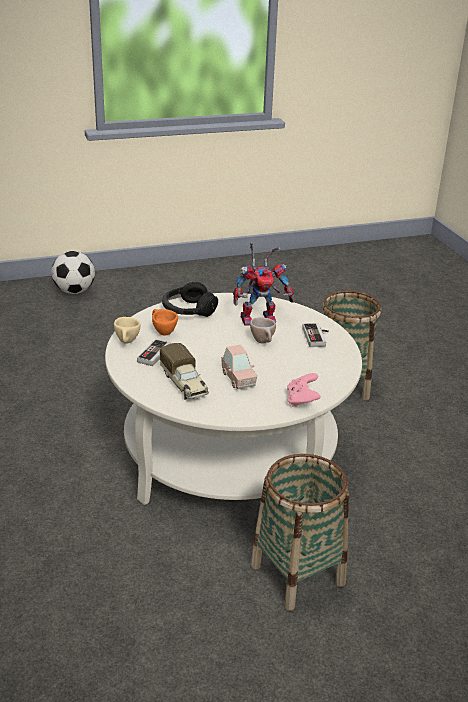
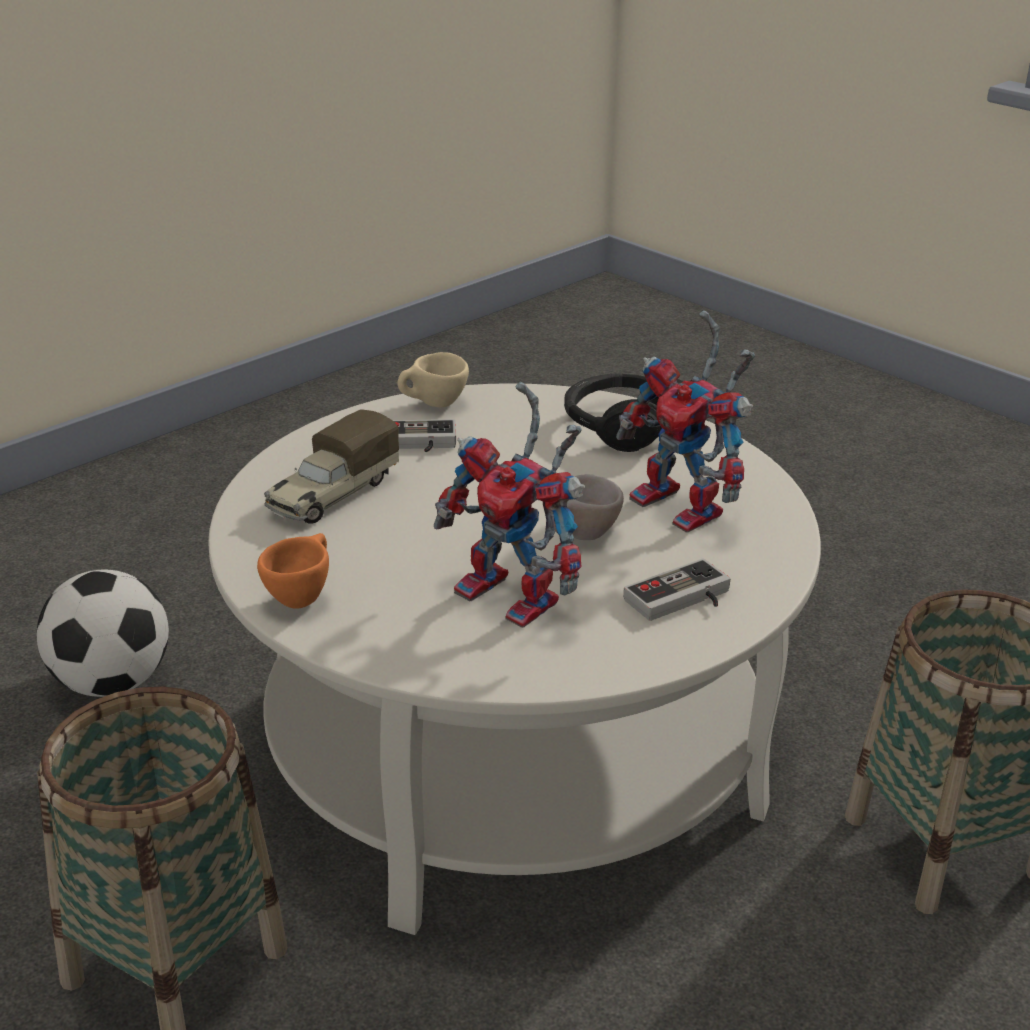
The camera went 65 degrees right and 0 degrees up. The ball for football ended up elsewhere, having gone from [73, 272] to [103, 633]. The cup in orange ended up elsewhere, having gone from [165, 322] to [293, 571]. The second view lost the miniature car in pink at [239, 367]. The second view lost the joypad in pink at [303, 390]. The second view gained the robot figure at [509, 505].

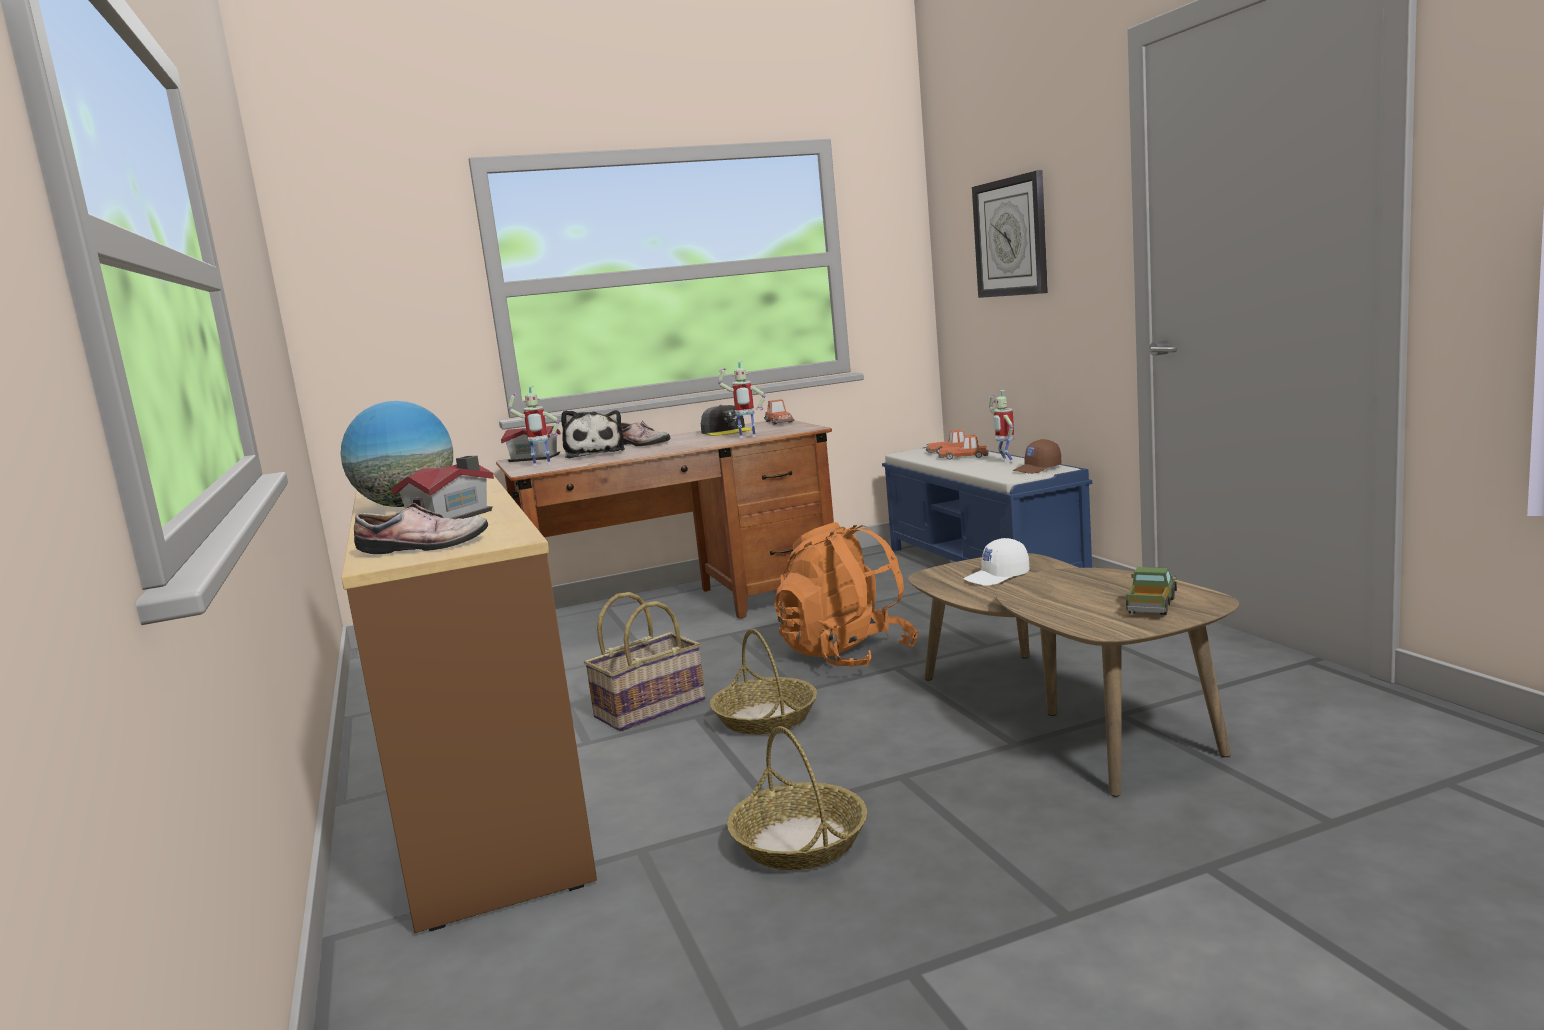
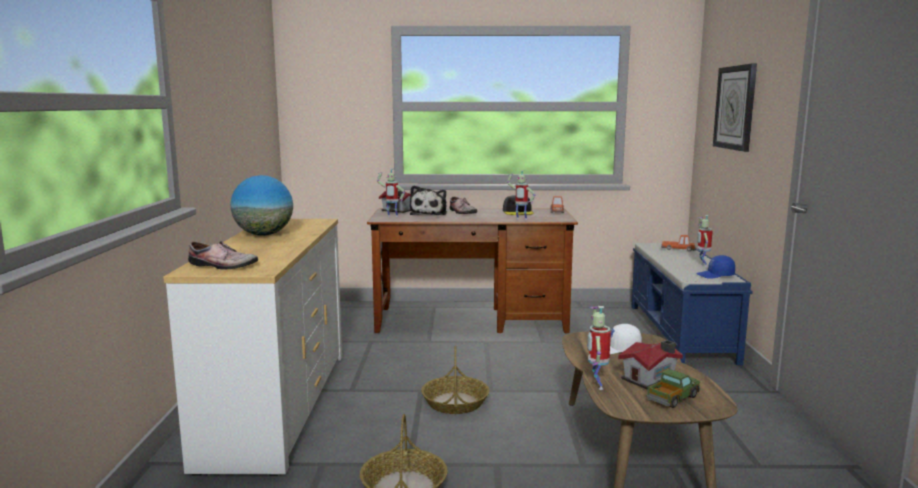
The camera went 20 degrees right and 0 degrees up. The second view lost the miniature car at [963, 447]. What was the peaked cap in brownish at [1036, 456] turned into the peaked cap in blue-coloured at [715, 267]. The toy house ended up elsewhere, having gone from [442, 487] to [650, 364]. What was the drawer chest in brownish at [469, 704] turned into the drawer chest in white at [252, 347]. The second view lost the backpack in orange at [846, 594]. The second view lost the basket at [645, 661]. The second view gained the robot figure at [599, 348].

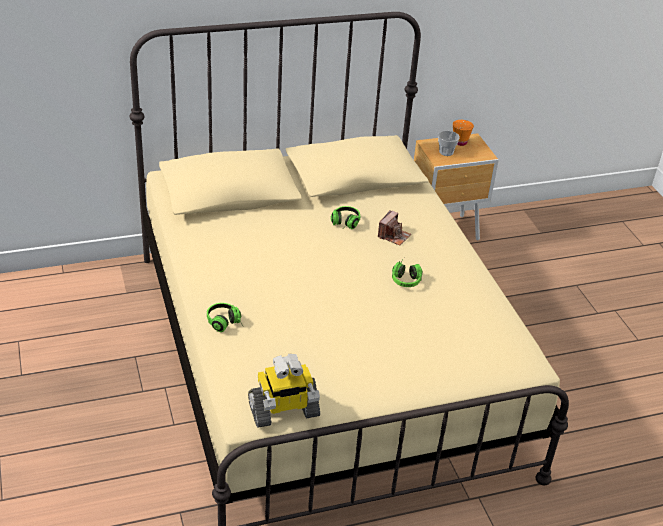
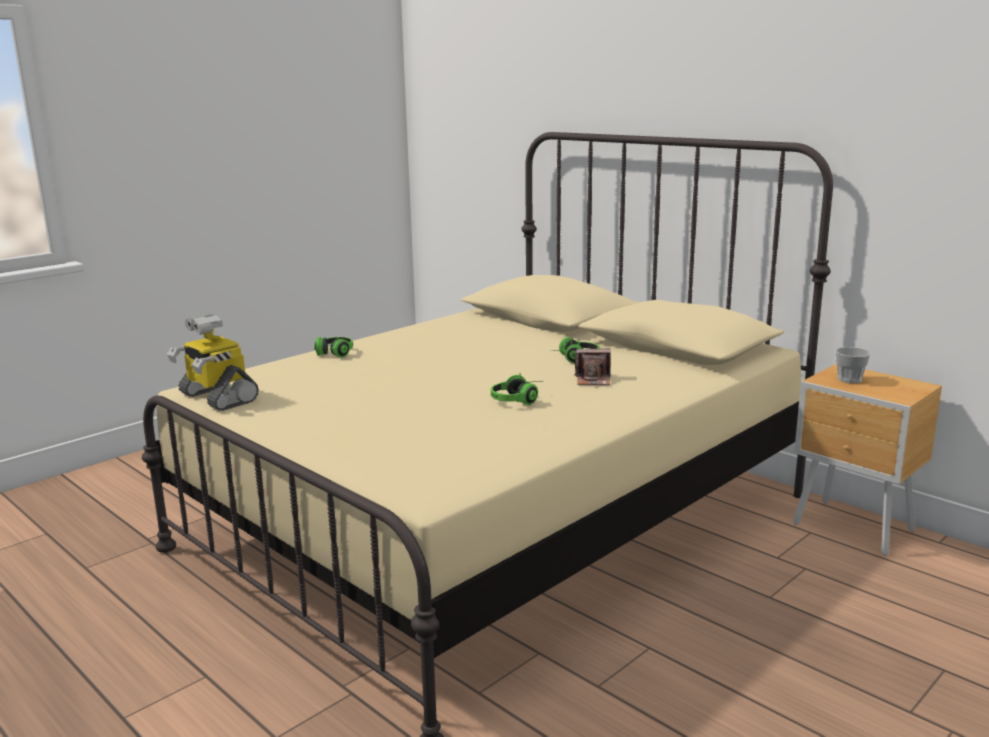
The camera went 65 degrees right and 20 degrees down. The second view lost the cup in orange at [463, 133].

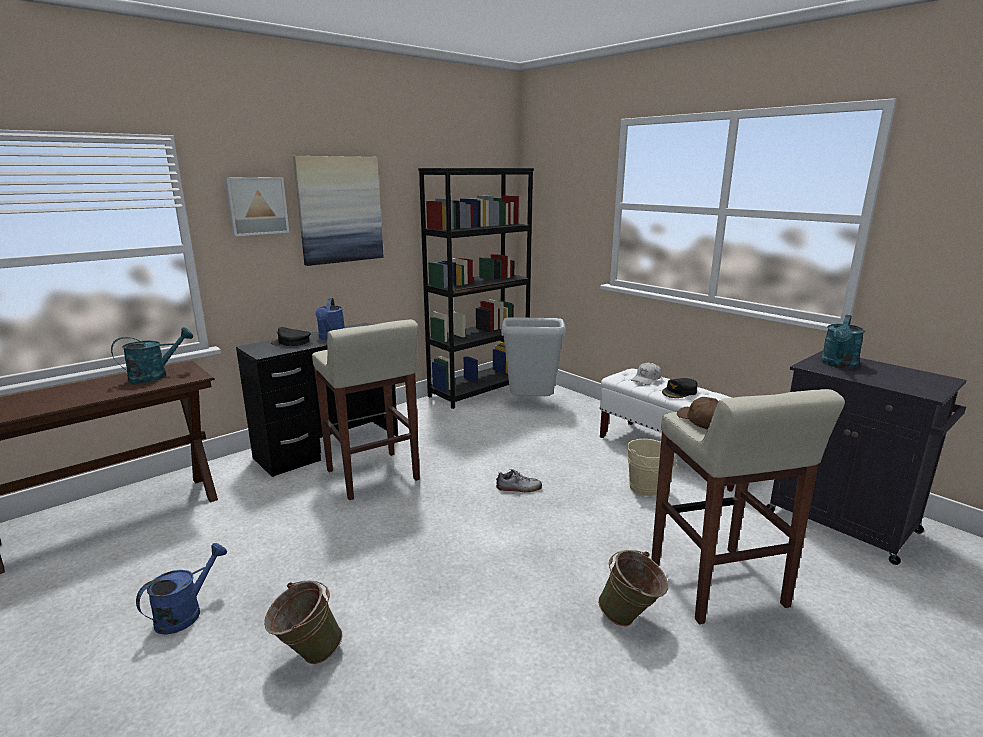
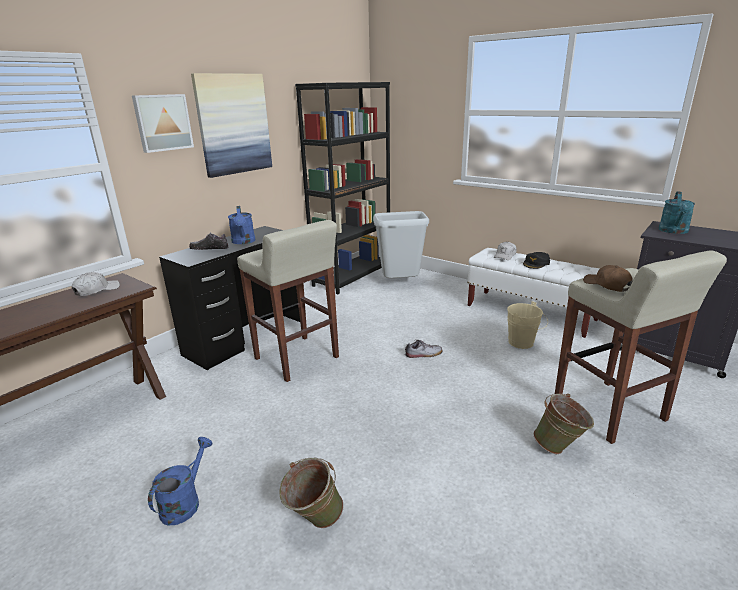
The camera went 10 degrees left and 5 degrees up. Where the watering pot in turquoise-coloured stood at [152, 355], the peaked cap in white came to stand at [96, 284]. Where the peaked cap in black stood at [291, 336], the shoe came to stand at [209, 241].

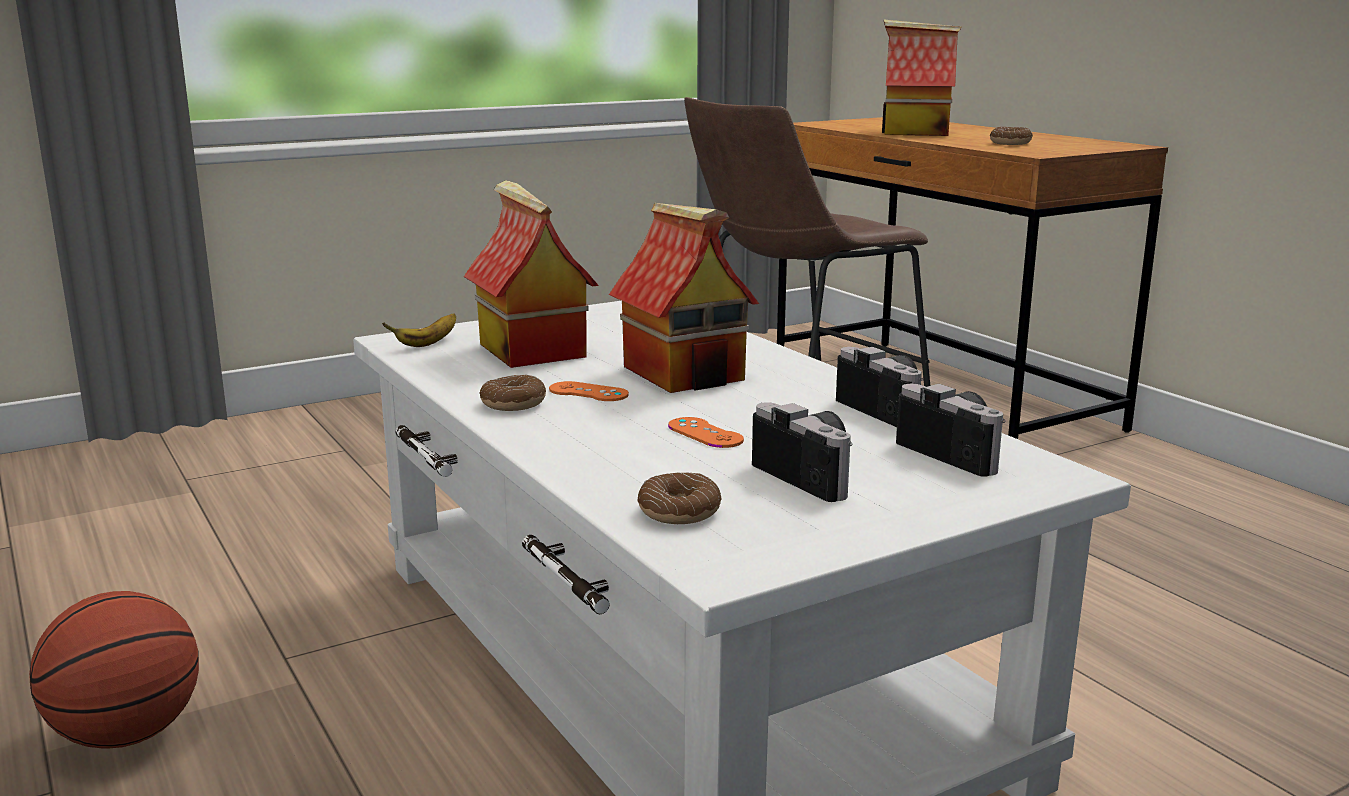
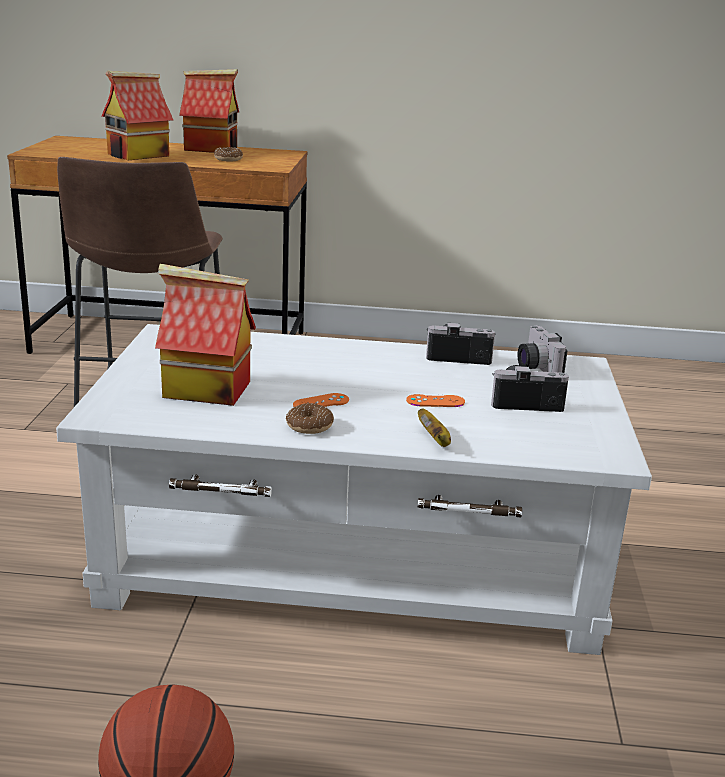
The camera went 55 degrees left and 5 degrees up. The toy house ended up elsewhere, having gone from [684, 298] to [209, 111]. The banana fruit ended up elsewhere, having gone from [419, 330] to [434, 428]. The still camera at [951, 430] ended up facing another way, 105 degrees counterclockwise from before. The second view lost the ring doughnut at [679, 498].

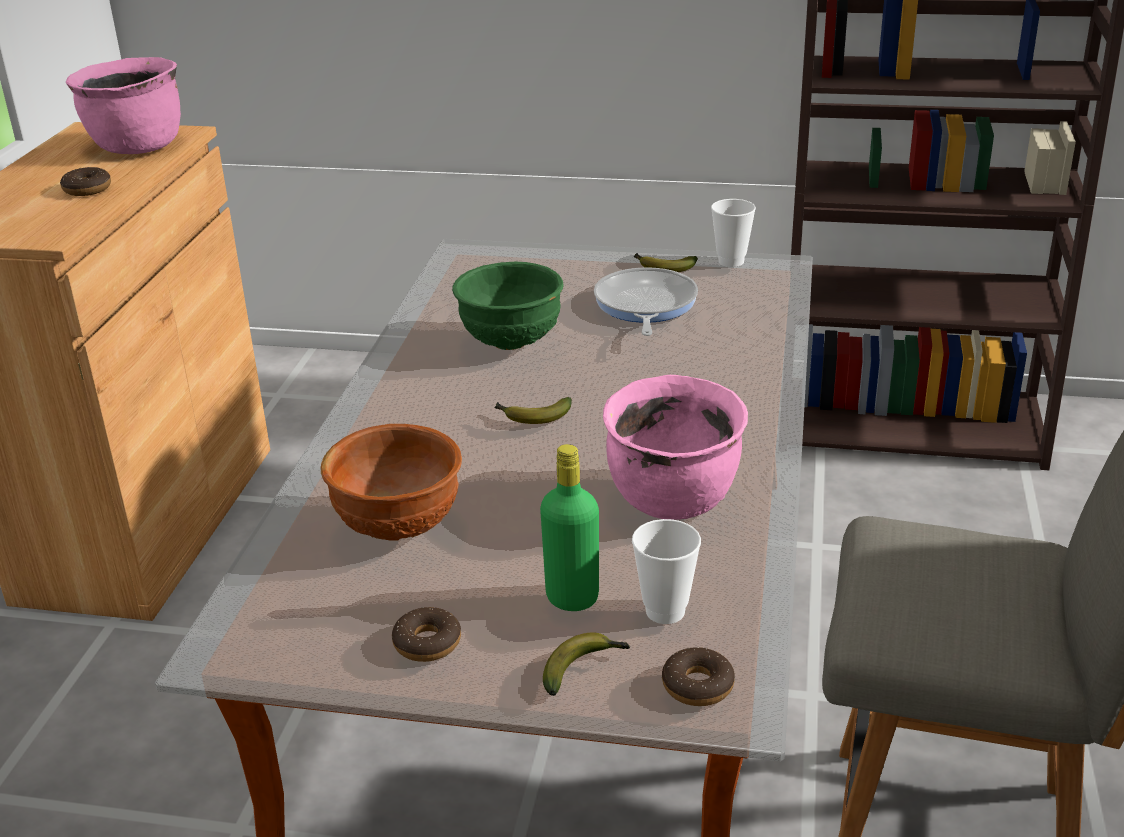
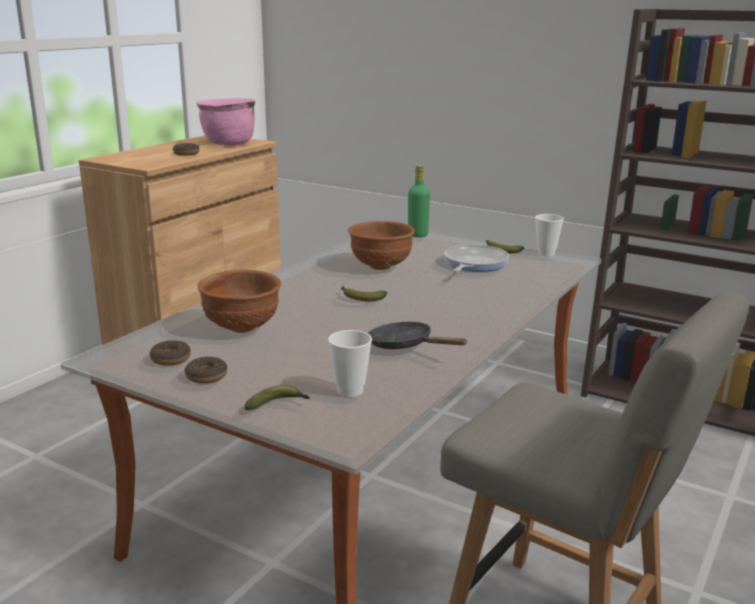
The camera went 20 degrees right and 10 degrees down. What was the serving bowl in green-coloured at [508, 306] turned into the serving bowl in brownish at [381, 245]. Where the cooking pot in pink stood at [675, 447], the skillet in black came to stand at [417, 335]. The bottle in green-coloured ended up elsewhere, having gone from [569, 527] to [419, 201]. The ring doughnut ended up elsewhere, having gone from [698, 676] to [170, 353].

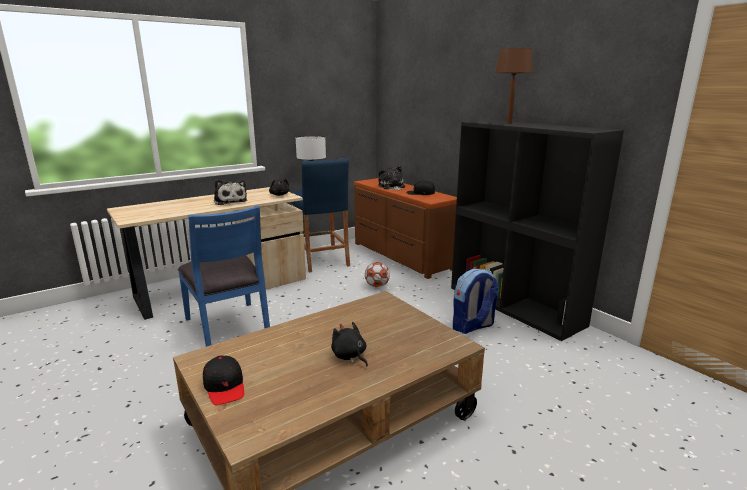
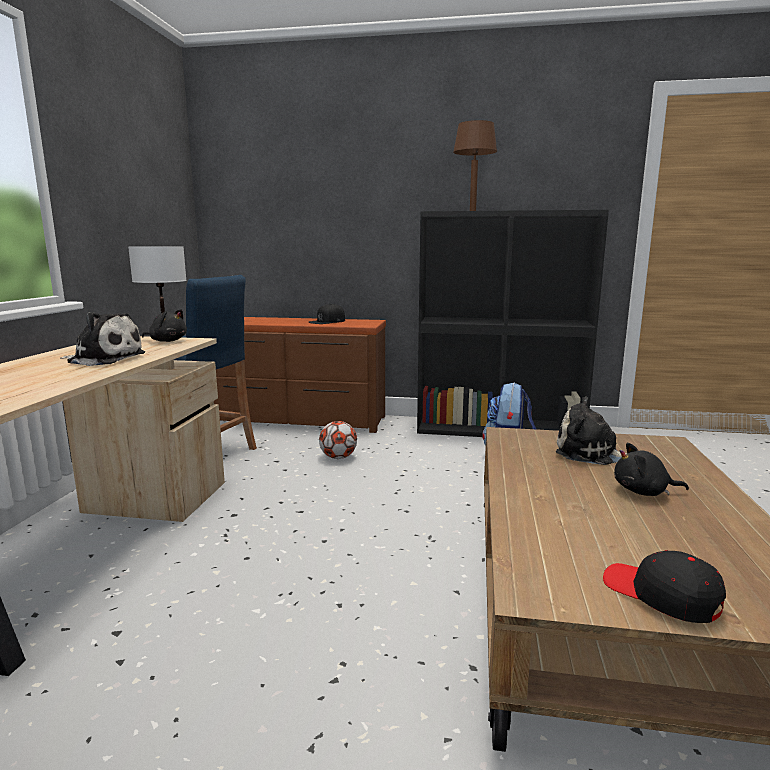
The camera went 45 degrees left and 5 degrees down. The plush toy ended up elsewhere, having gone from [391, 178] to [591, 431]. The second view lost the upright chair in blue-coloured at [224, 276]. The peaked cap in black at [223, 380] ended up facing another way, 150 degrees counterclockwise from before.

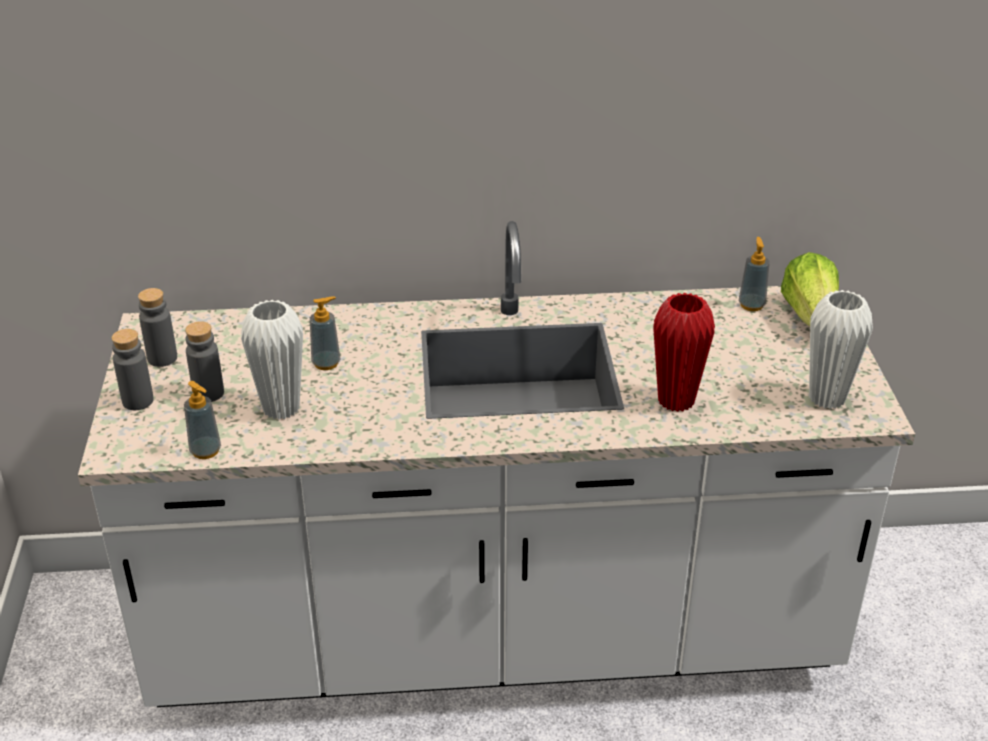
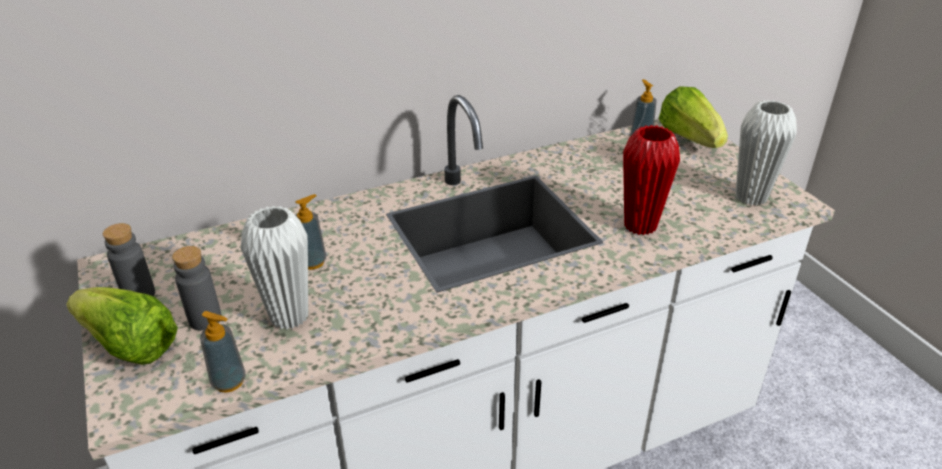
The camera went 20 degrees left and 0 degrees up. Where the bottle in gray stood at [133, 369], the lettuce head came to stand at [122, 326].

